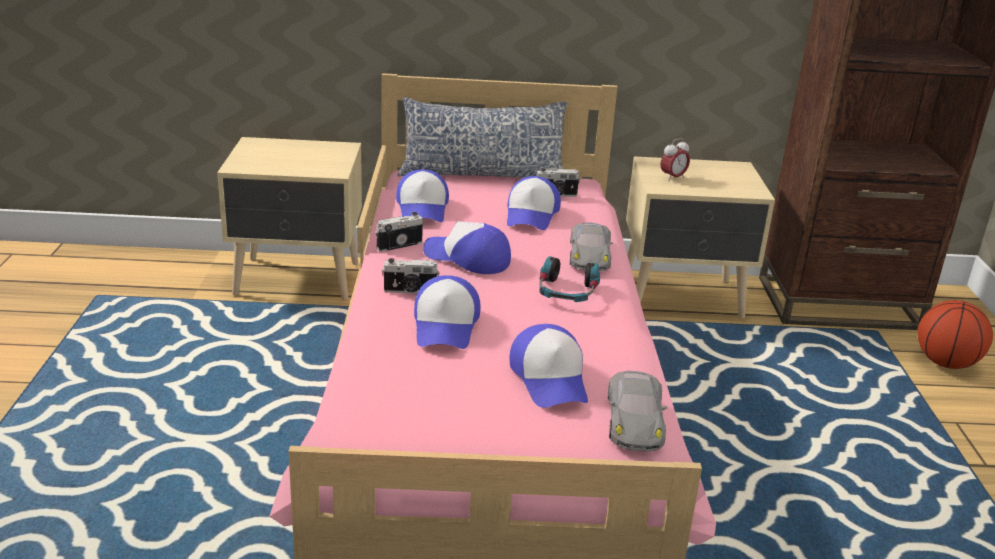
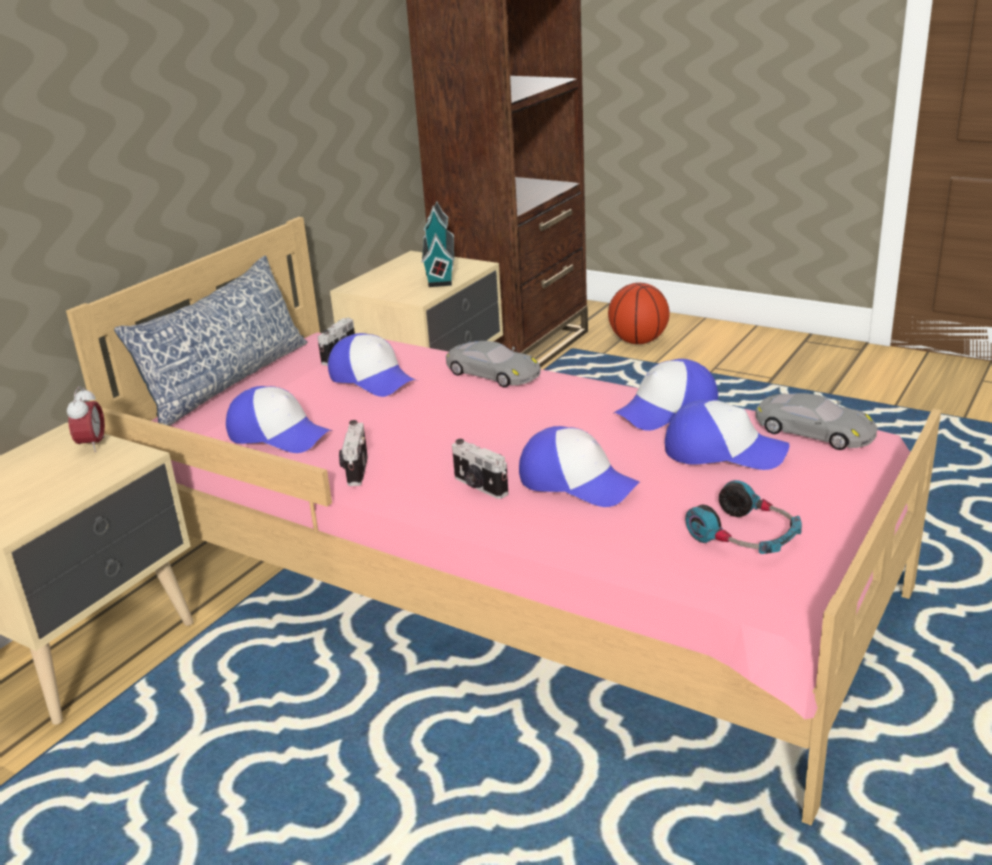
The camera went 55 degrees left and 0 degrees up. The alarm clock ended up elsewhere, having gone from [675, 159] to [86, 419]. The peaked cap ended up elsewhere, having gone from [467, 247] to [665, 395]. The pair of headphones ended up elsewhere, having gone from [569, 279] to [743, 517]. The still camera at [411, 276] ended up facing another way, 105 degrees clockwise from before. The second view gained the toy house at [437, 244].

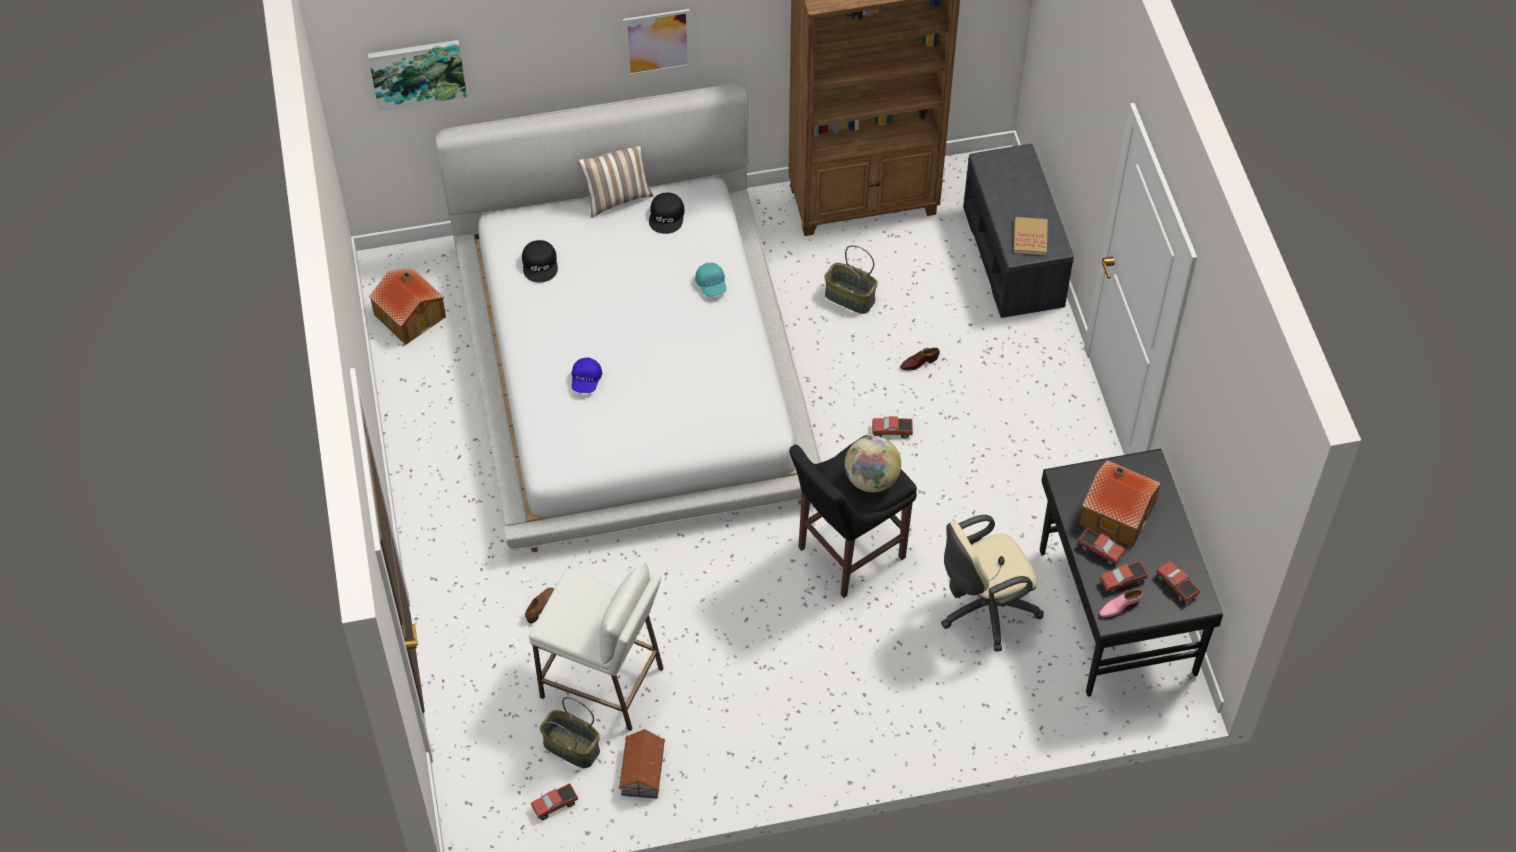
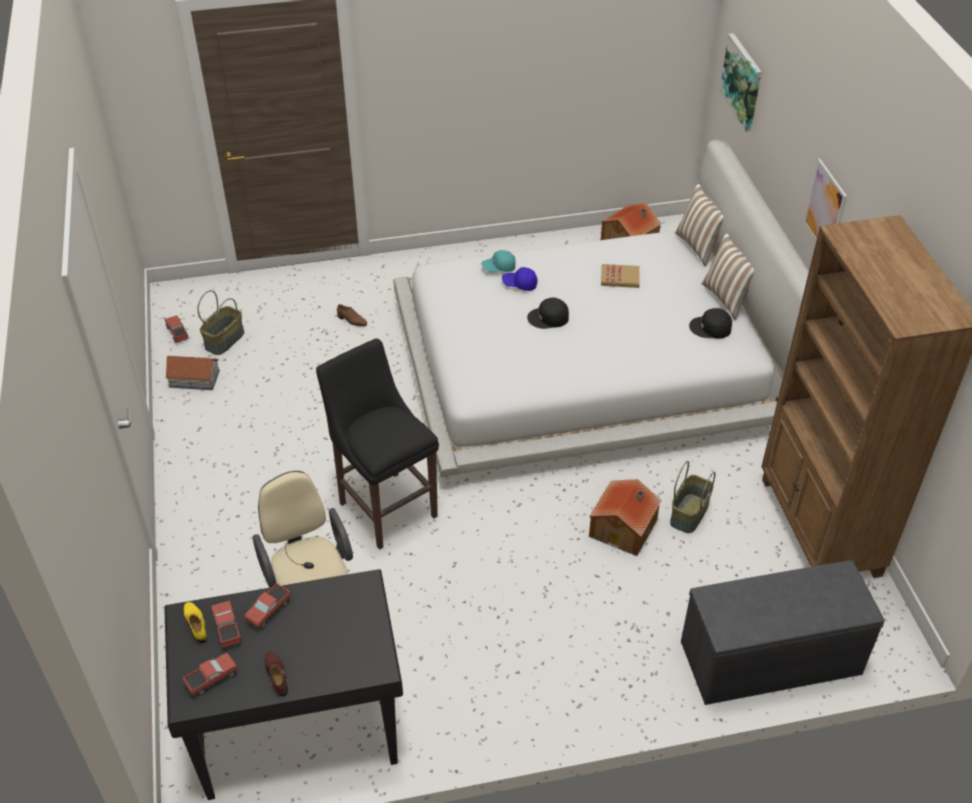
The camera went 90 degrees right and 10 degrees down. The bound book ended up elsewhere, having gone from [1031, 236] to [620, 276]. The peaked cap in black ended up elsewhere, having gone from [540, 261] to [548, 313]. The peaked cap in turquoise-coloured ended up elsewhere, having gone from [711, 280] to [498, 261]. The shoe in brownish ended up elsewhere, having gone from [920, 359] to [276, 673]. The second view lost the model truck at [892, 427]. The second view lost the globe at [873, 464]. The toy house ended up elsewhere, having gone from [1120, 503] to [625, 517]. The second view lost the stool seat in white at [596, 646]. What was the shoe in pink at [1121, 604] turned into the shoe in yellow at [195, 622]. The second view gained the pillow at [699, 224].

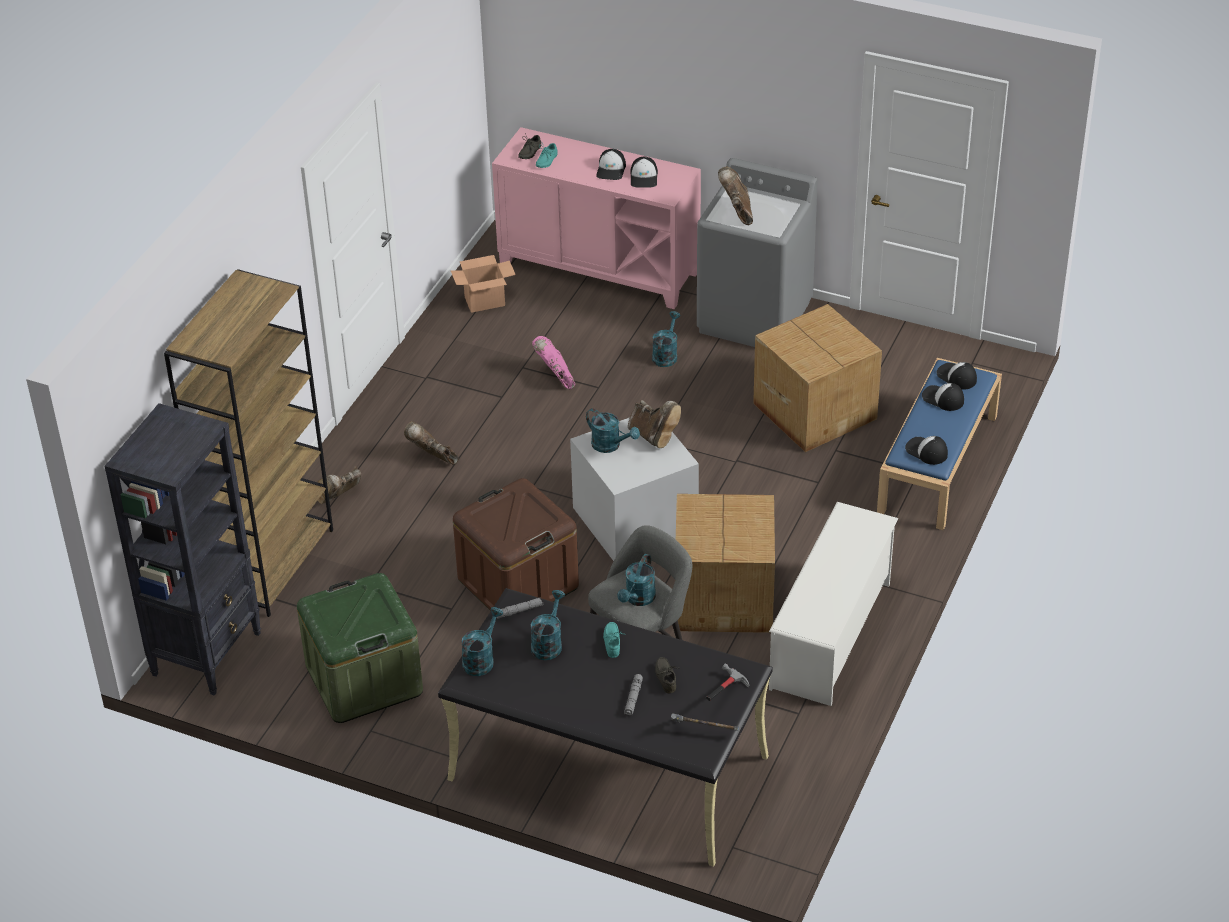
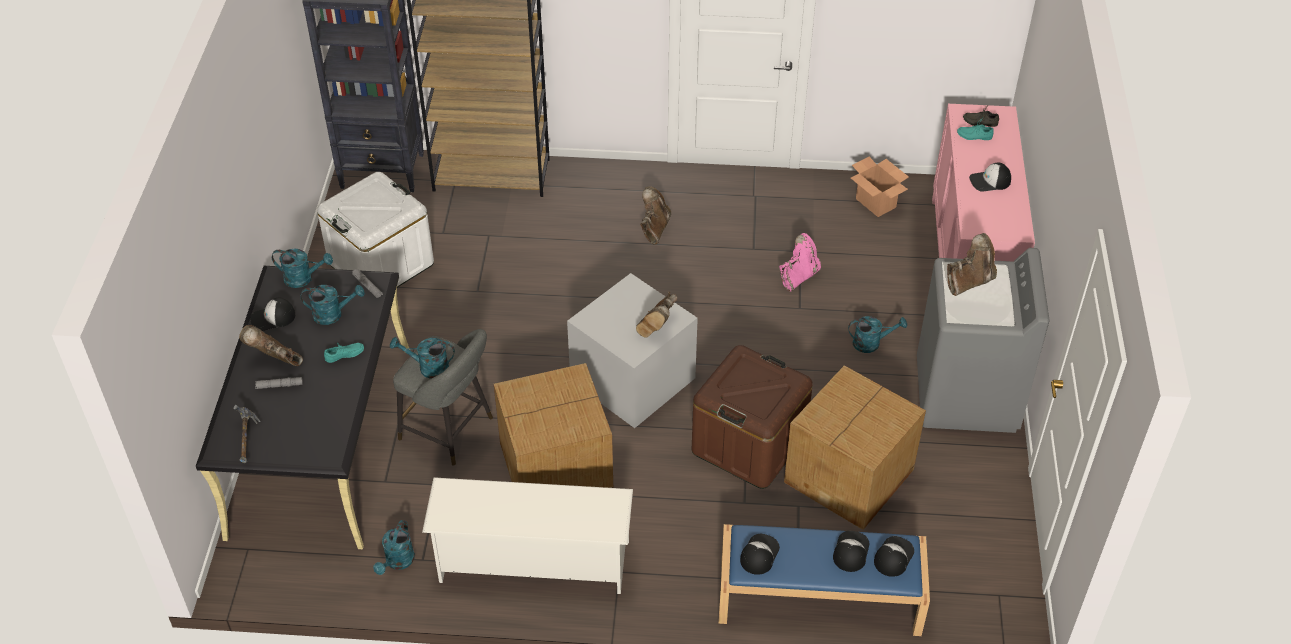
The camera went 70 degrees right and 5 degrees up. The peaked cap ended up elsewhere, having gone from [644, 171] to [272, 314]. The watering pot in turquoise-coloured ended up elsewhere, having gone from [613, 430] to [394, 547]. The boot in brownish ended up elsewhere, having gone from [339, 485] to [271, 345]. The storage container in brownish ended up elsewhere, having gone from [516, 544] to [752, 417]. What was the storage container in green-coloured at [360, 648] turned into the storage container in white at [375, 229]. The second view lost the shoe in gray at [667, 675]. The second view lost the hand hammer at [728, 682].

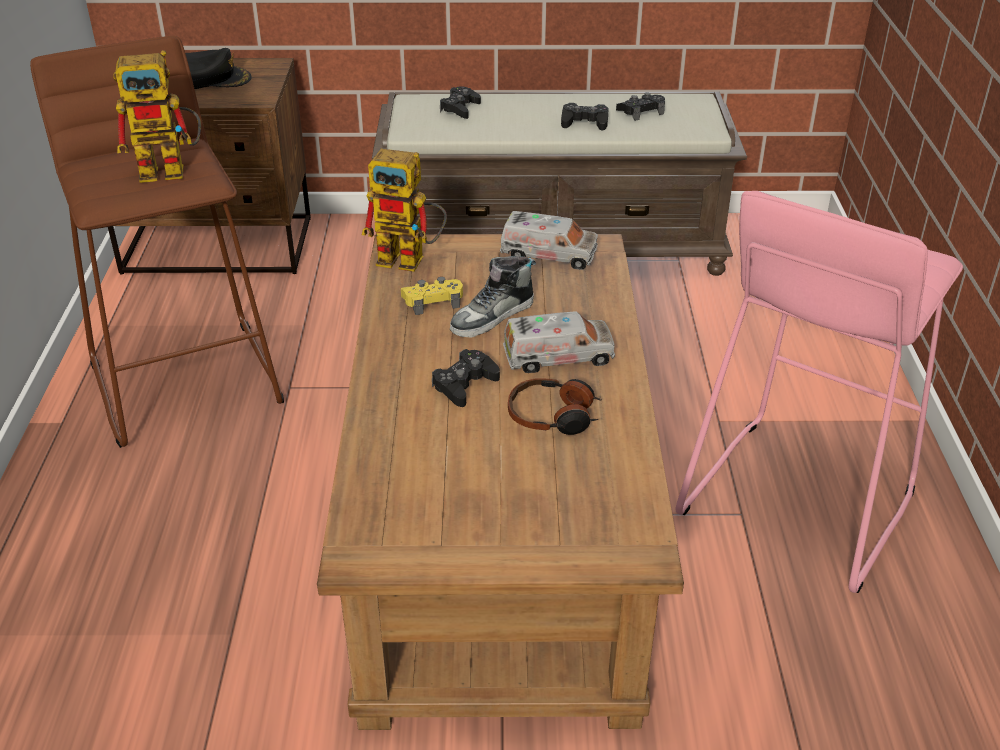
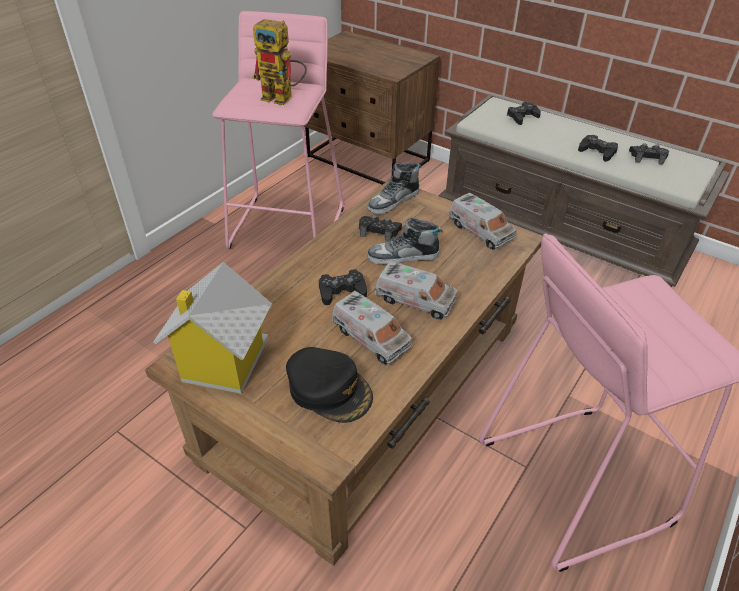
The camera went 35 degrees right and 5 degrees up. What was the stool seat in brownish at [157, 242] turned into the stool seat in pink at [278, 130]. The peaked cap in black ended up elsewhere, having gone from [219, 68] to [329, 385]. Where the robot figure stood at [404, 210], the shoe came to stand at [395, 188]. What was the joypad in yellow at [432, 296] turned into the joypad in black at [380, 228]. Where the pair of headphones stood at [555, 406], the model truck came to stand at [372, 328]. The second view gained the toy house at [212, 328].

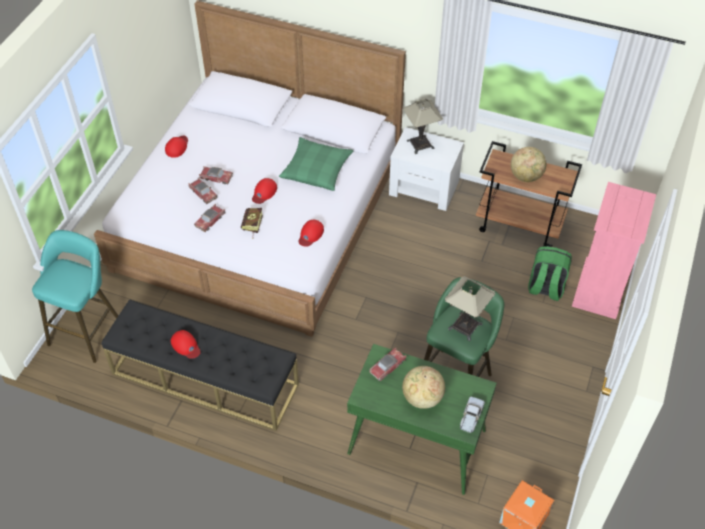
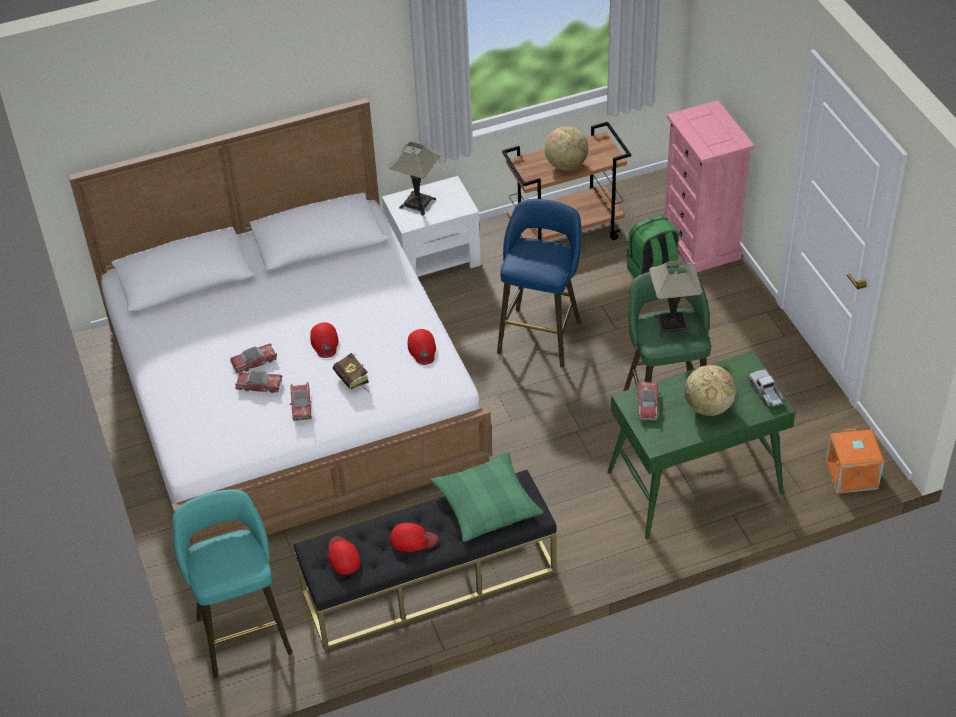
The camera went 40 degrees left and 5 degrees down. The peaked cap in red-coloured ended up elsewhere, having gone from [176, 147] to [344, 555]. The pillow in green-coloured ended up elsewhere, having gone from [316, 164] to [487, 497]. The second view gained the stool seat in blue-coloured at [539, 283].

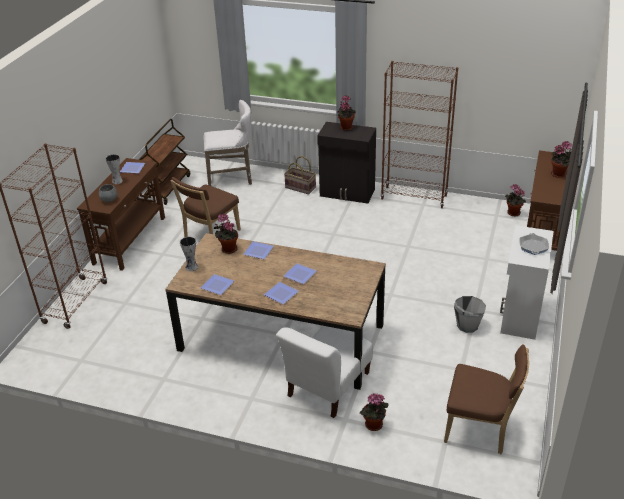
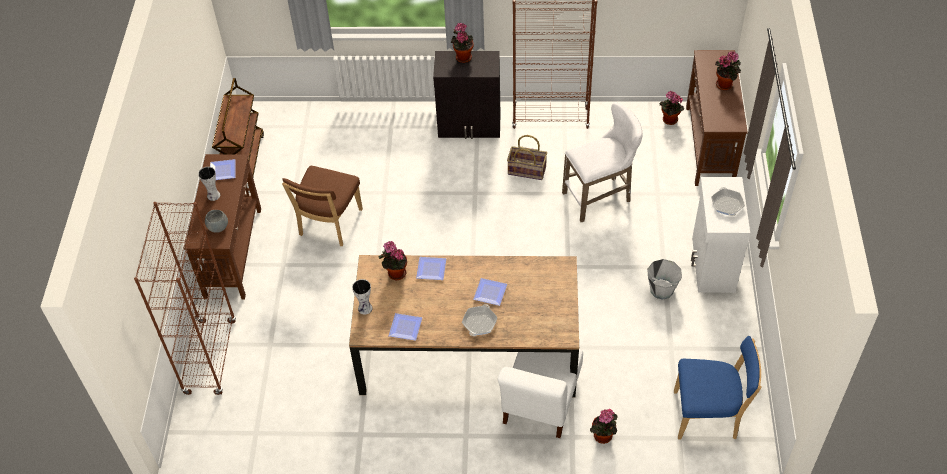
The camera went 15 degrees left and 15 degrees up. The stool seat in white ended up elsewhere, having gone from [228, 143] to [602, 162]. The basket ended up elsewhere, having gone from [300, 175] to [527, 157]. Where the flat dish stood at [281, 293], the skillet came to stand at [480, 320]. What was the upright chair in brownish at [486, 399] turned into the upright chair in blue-coloured at [718, 387].

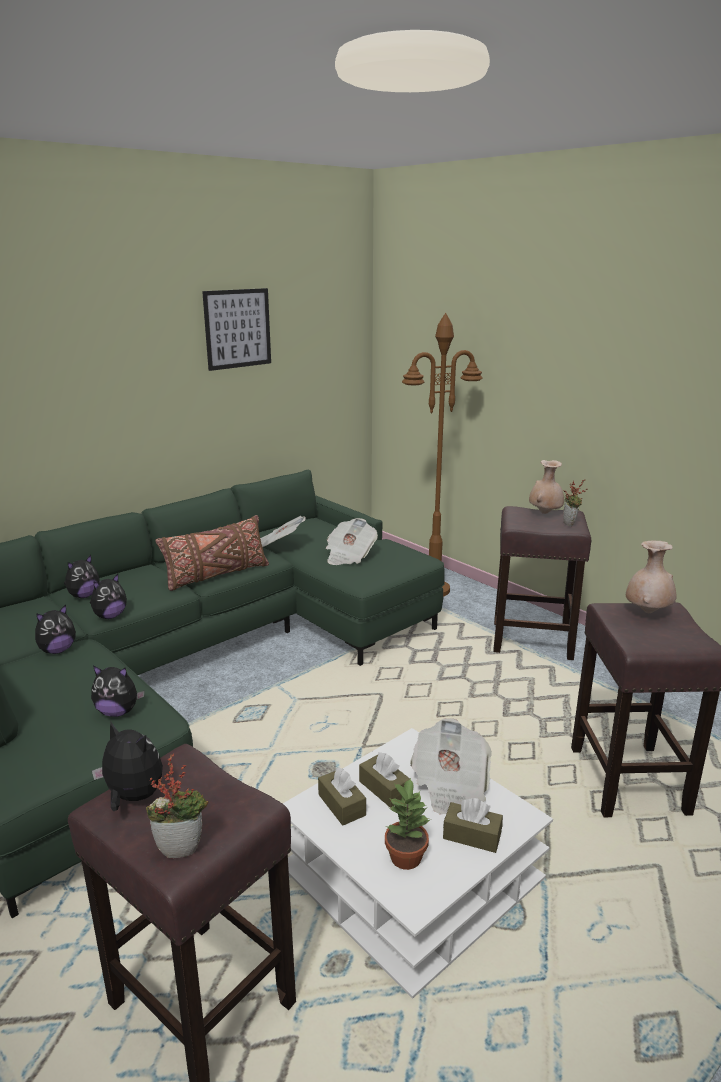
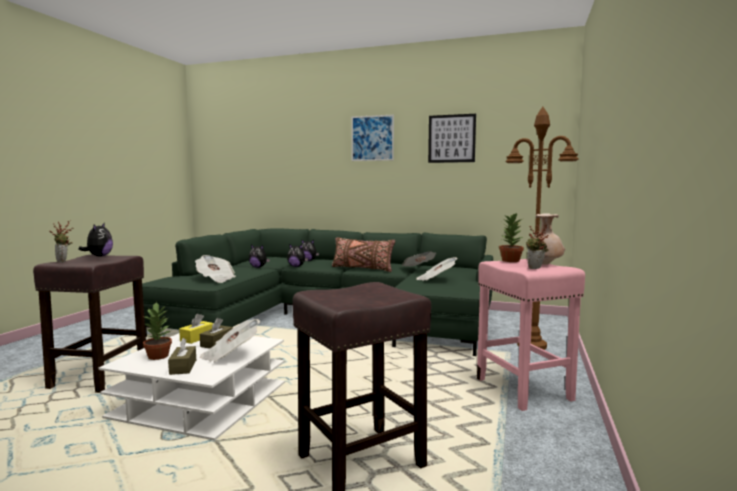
The camera went 60 degrees right and 15 degrees down. What was the stool seat in brownish at [542, 583] turned into the stool seat in pink at [531, 335]. The second view lost the flower vase in beige at [651, 577]. Where the plush toy stood at [118, 691], the newspaper came to stand at [215, 269]. What was the tissue box in brownish at [342, 796] turned into the tissue box in yellow at [196, 329]. The second view gained the wall picture at [372, 138]. The second view gained the houseplant at [511, 237].

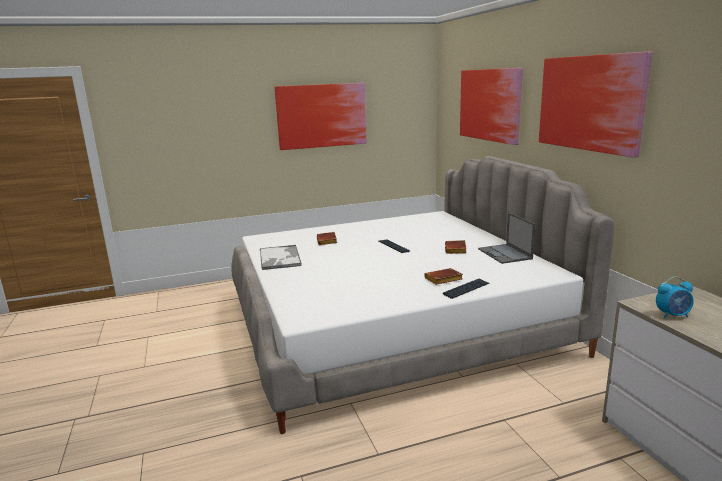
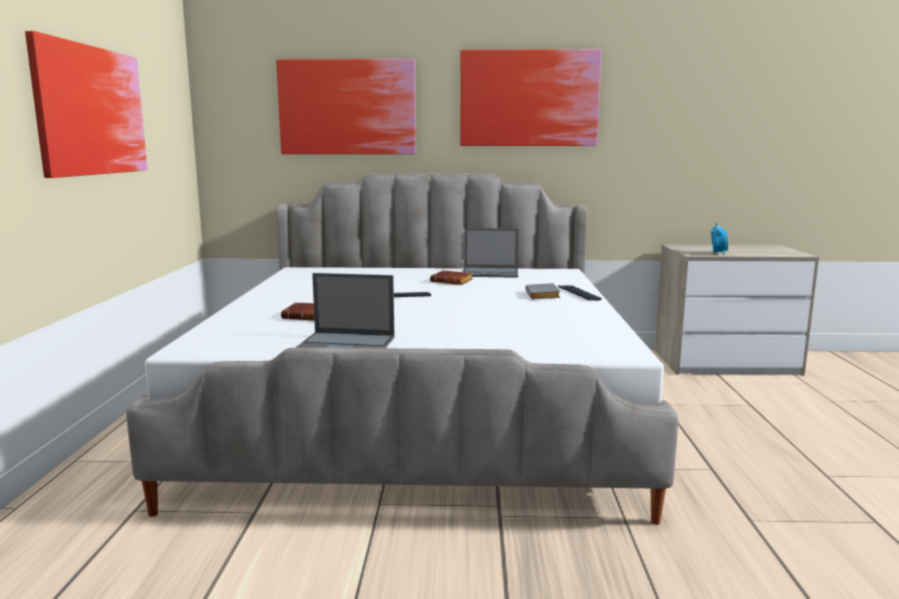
The camera went 70 degrees left and 5 degrees down. Where the tray stood at [281, 257], the laptop came to stand at [345, 310]. What was the bound book in brownish at [443, 276] turned into the bound book in gray at [542, 291].

